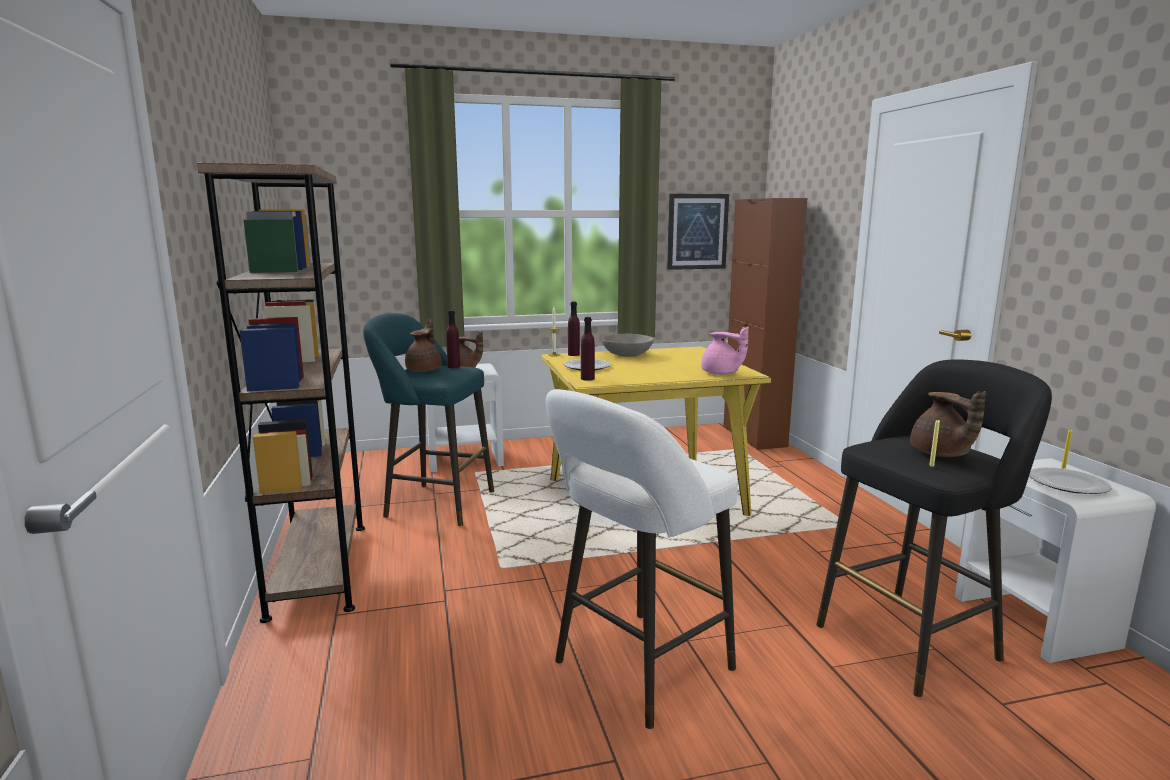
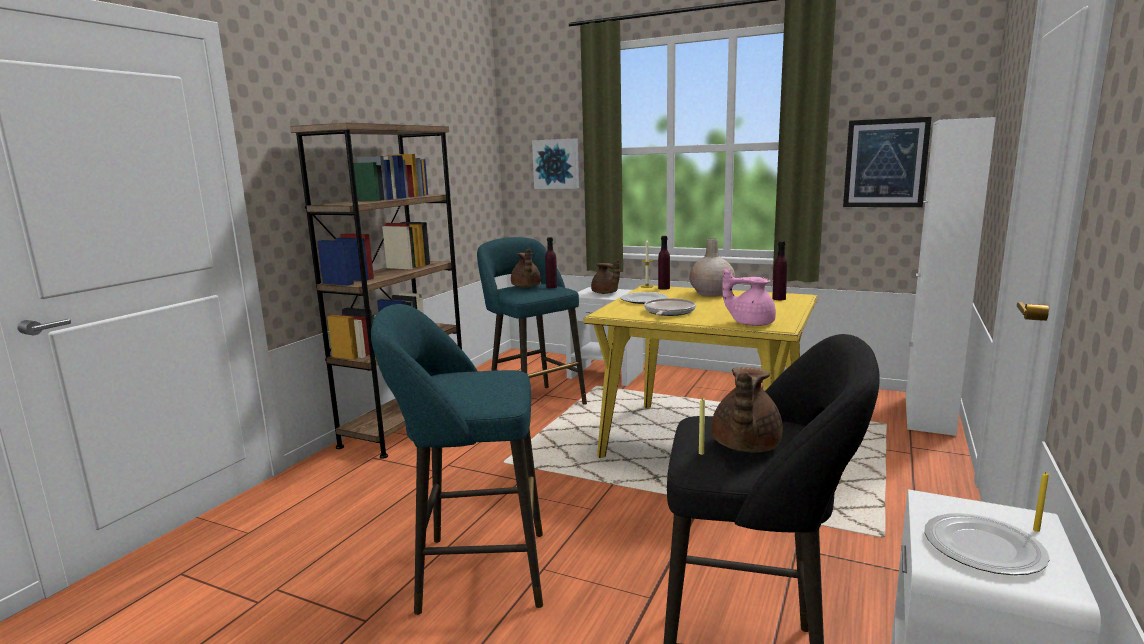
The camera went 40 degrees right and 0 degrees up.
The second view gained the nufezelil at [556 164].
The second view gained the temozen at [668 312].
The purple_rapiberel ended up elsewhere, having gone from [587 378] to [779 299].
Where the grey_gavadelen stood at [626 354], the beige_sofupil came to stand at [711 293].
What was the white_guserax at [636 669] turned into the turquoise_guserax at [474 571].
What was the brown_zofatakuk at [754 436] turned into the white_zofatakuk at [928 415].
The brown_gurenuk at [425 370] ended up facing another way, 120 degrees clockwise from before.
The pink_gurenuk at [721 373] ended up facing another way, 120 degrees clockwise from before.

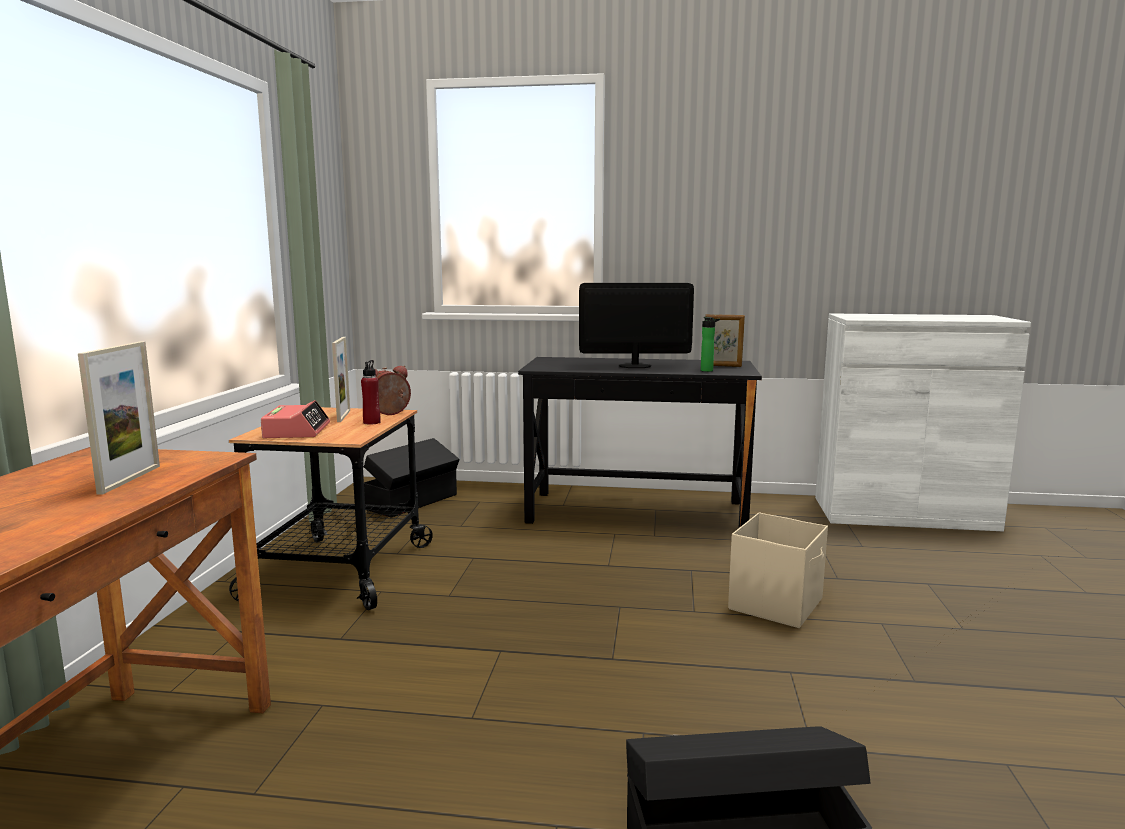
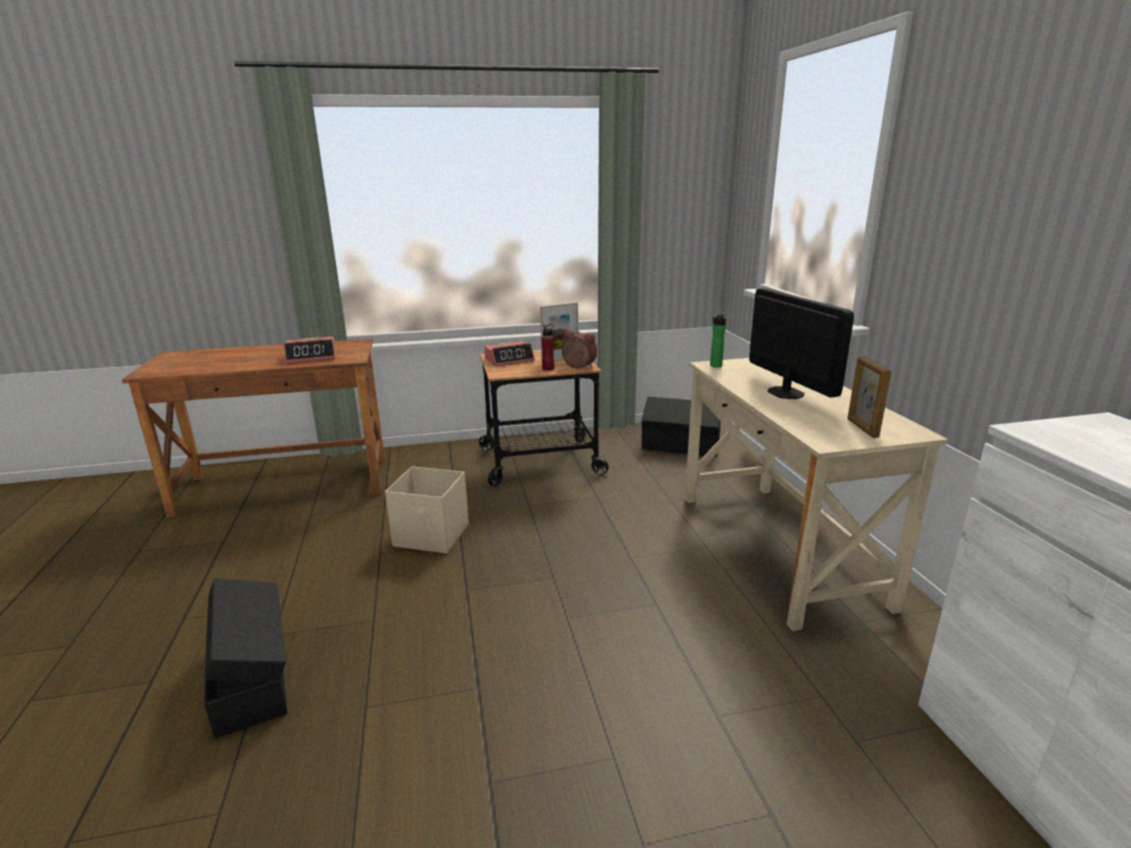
The camera went 70 degrees right and 10 degrees up.
The rapiberel ended up elsewhere, having gone from [708 371] to [715 366].
The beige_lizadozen ended up elsewhere, having gone from [776 604] to [432 536].
Where the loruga stood at [130 479], the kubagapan came to stand at [312 357].
What was the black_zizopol at [636 512] turned into the beige_zizopol at [778 548].

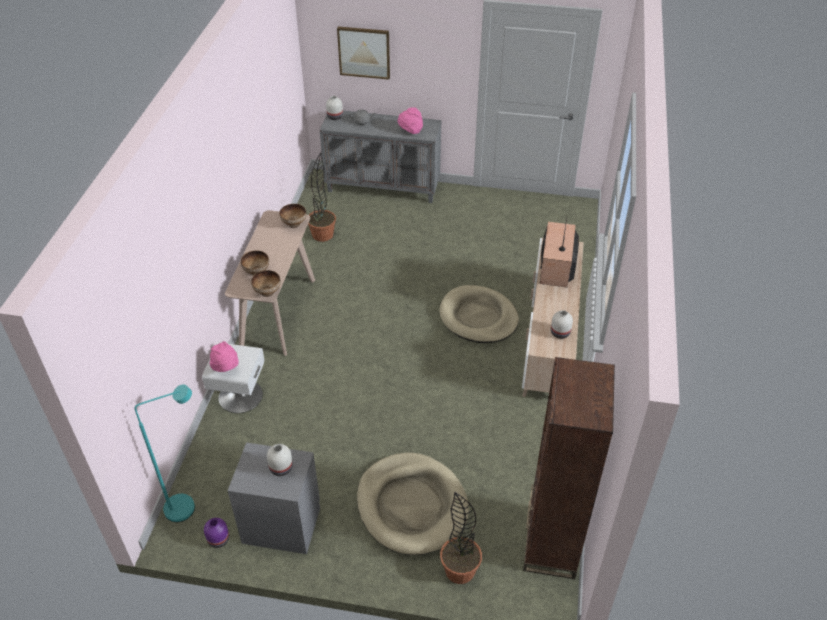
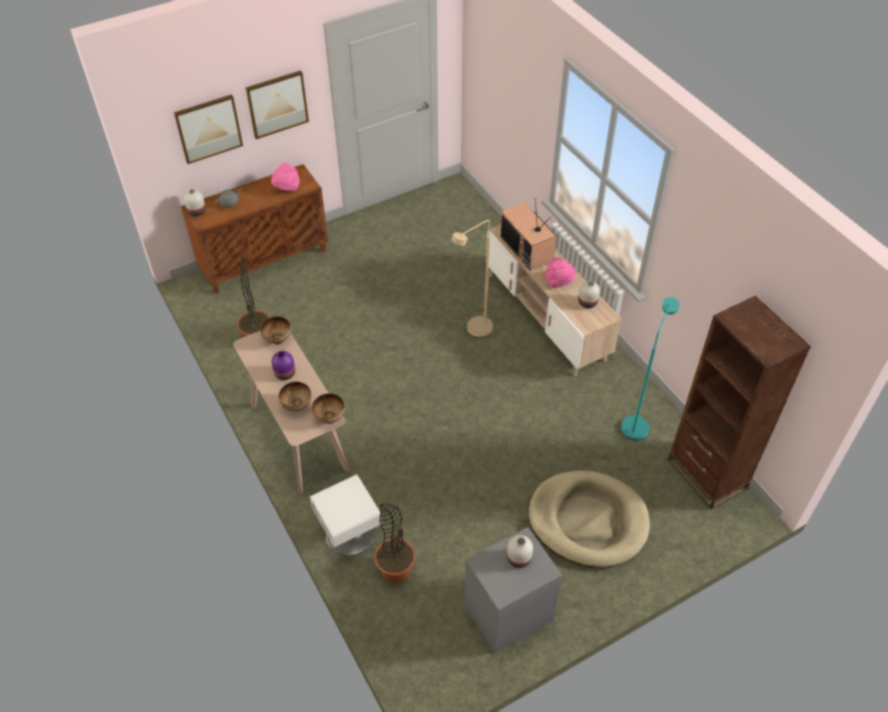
The camera went 40 degrees left and 5 degrees up.
The second view gained the nufezelil at [277 104].
The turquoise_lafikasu ended up elsewhere, having gone from [188 506] to [637 423].
The purple_sofupil ended up elsewhere, having gone from [218 539] to [284 373].
The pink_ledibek ended up elsewhere, having gone from [226 368] to [558 282].
The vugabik ended up elsewhere, having gone from [460 570] to [396 570].
Where the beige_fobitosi stood at [478 317], the beige_lafikasu came to stand at [474 332].
What was the grey_zofatakuk at [383 187] turned into the brown_zofatakuk at [265 260].

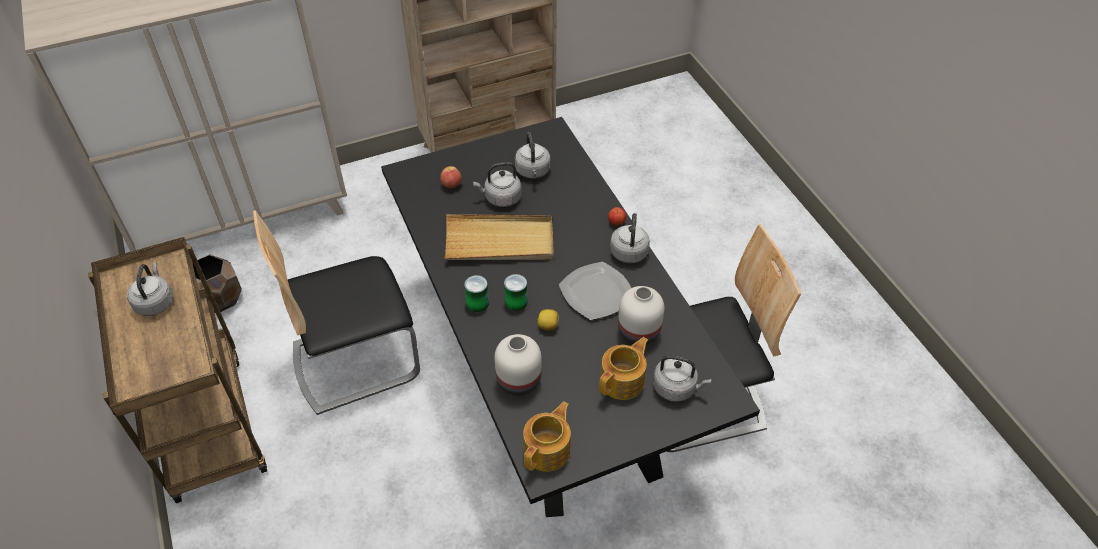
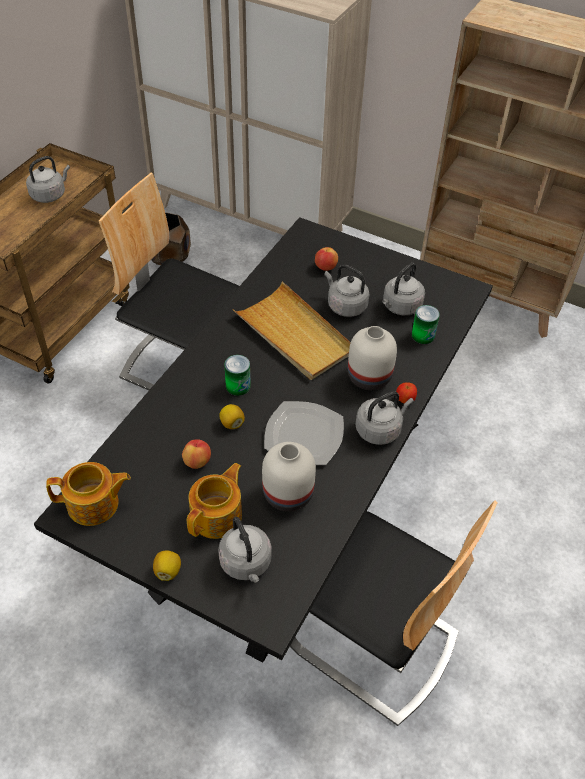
The camera went 50 degrees right and 0 degrees up.
The second view gained the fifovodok at [168 571].
The second view gained the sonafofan at [197 461].
The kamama ended up elsewhere, having gone from [477 303] to [423 335].
The white_sofupil ended up elsewhere, having gone from [518 379] to [369 376].
The gurenuk at [623 381] ended up facing another way, 60 degrees counterclockwise from before.

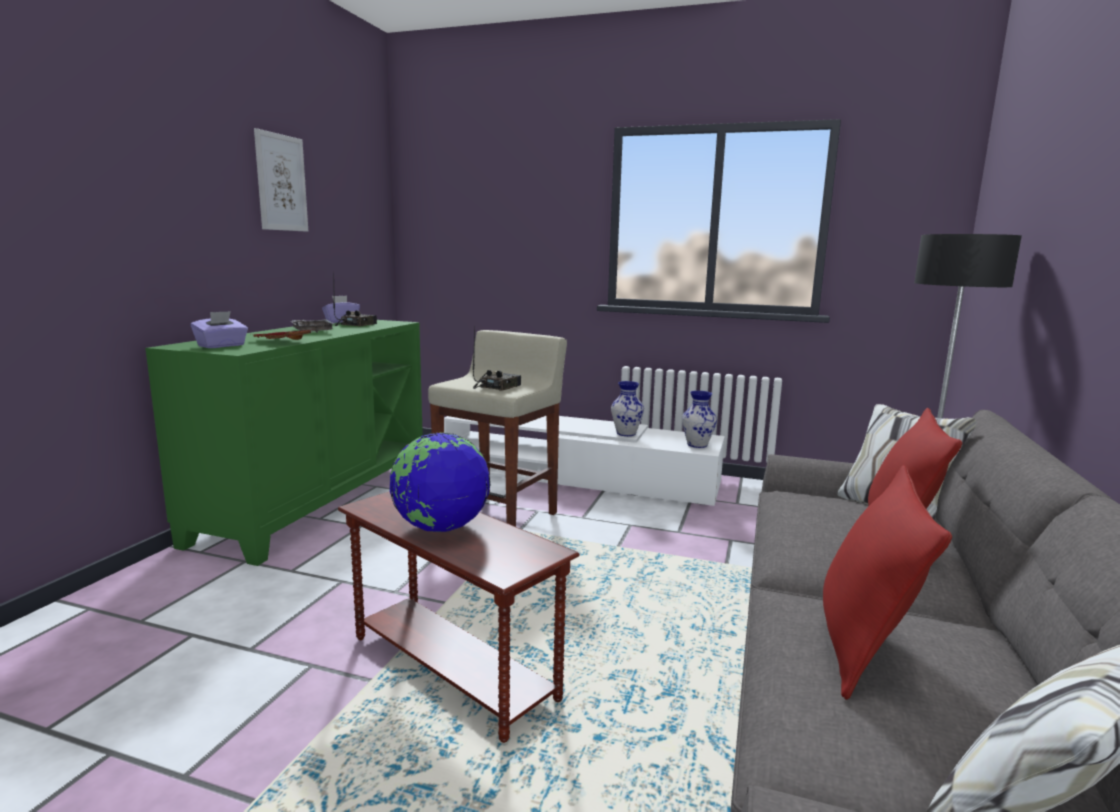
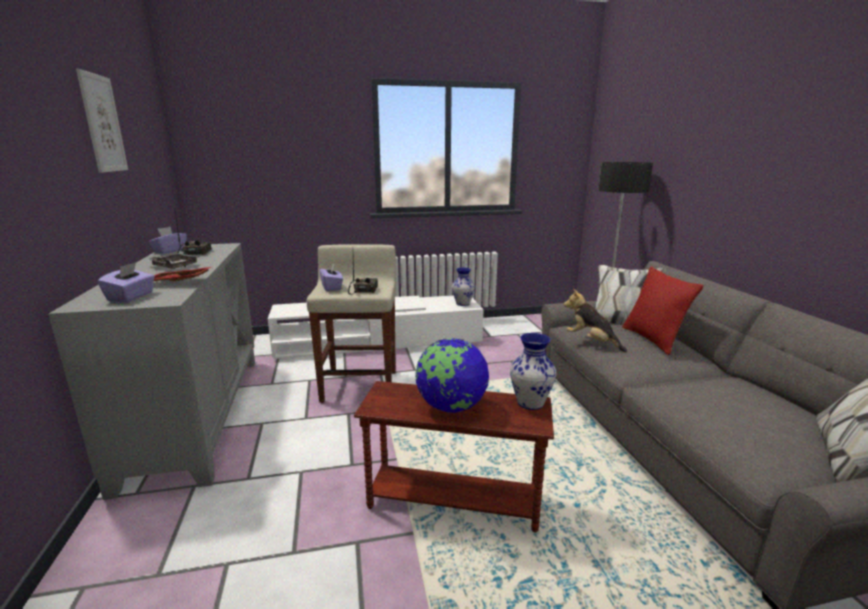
The camera went 30 degrees left and 5 degrees up.
The second view lost the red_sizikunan at [861 647].
The second view gained the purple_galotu at [332 287].
The second view gained the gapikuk at [591 342].
The sofupil ended up elsewhere, having gone from [625 433] to [529 403].
What was the green_zofatakuk at [316 502] turned into the grey_zofatakuk at [196 414].

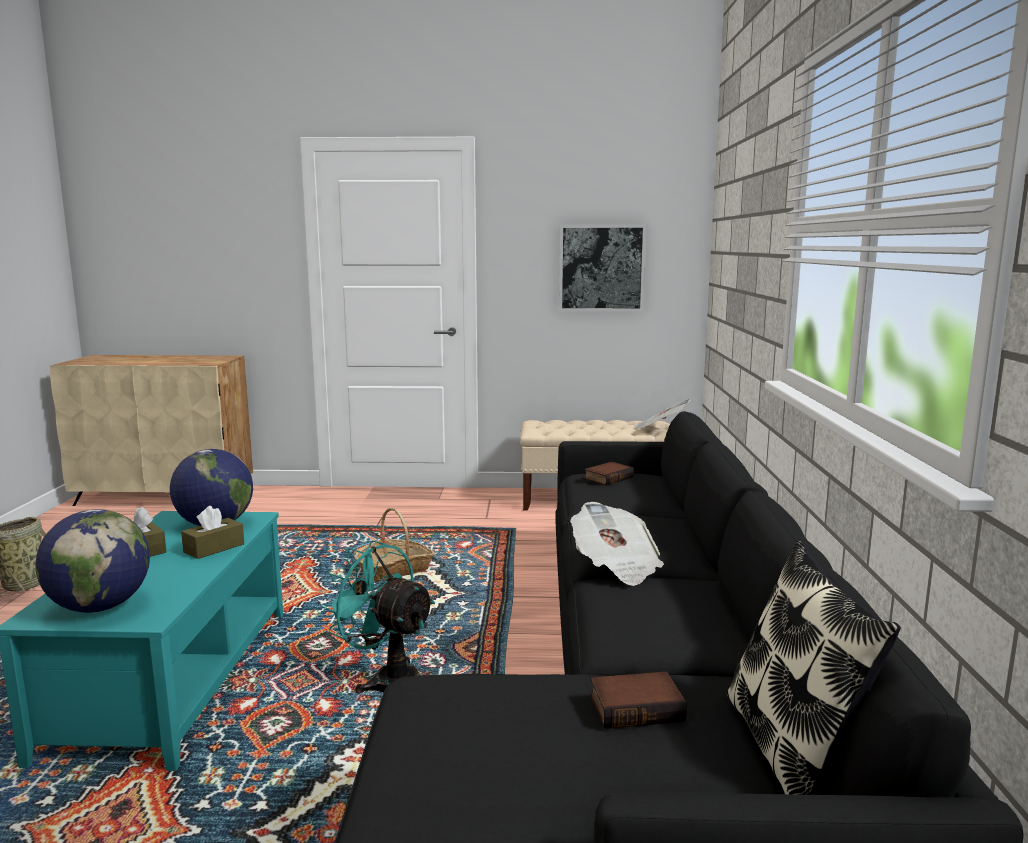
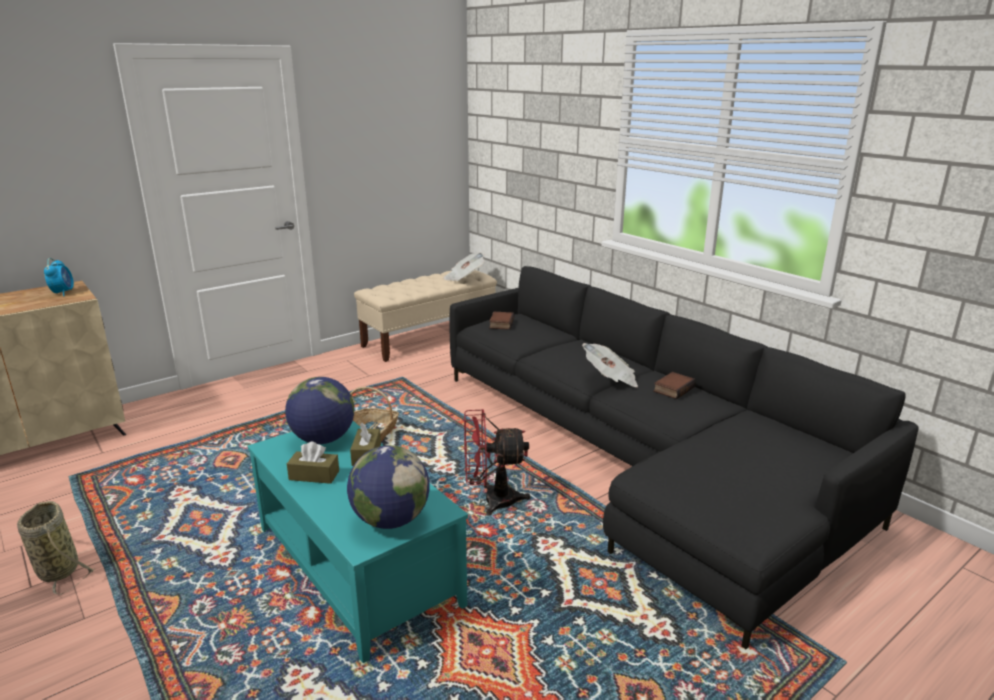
The camera went 40 degrees left and 10 degrees up.
The second view lost the nufezelil at [601 268].
The second view lost the sizikunan at [792 750].
The second view gained the kubagapan at [63 293].
The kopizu ended up elsewhere, having gone from [637 707] to [673 388].
What was the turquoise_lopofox at [387 680] turned into the red_lopofox at [491 500].

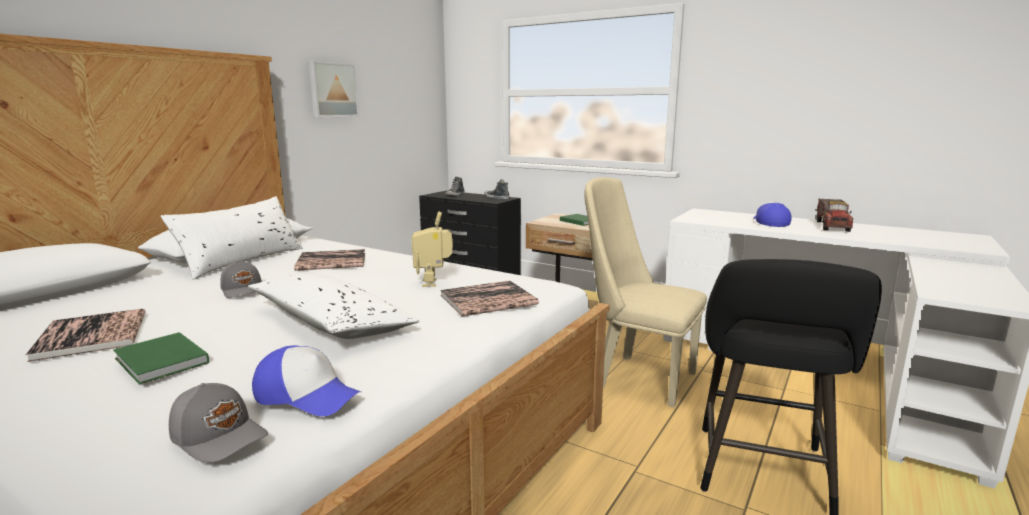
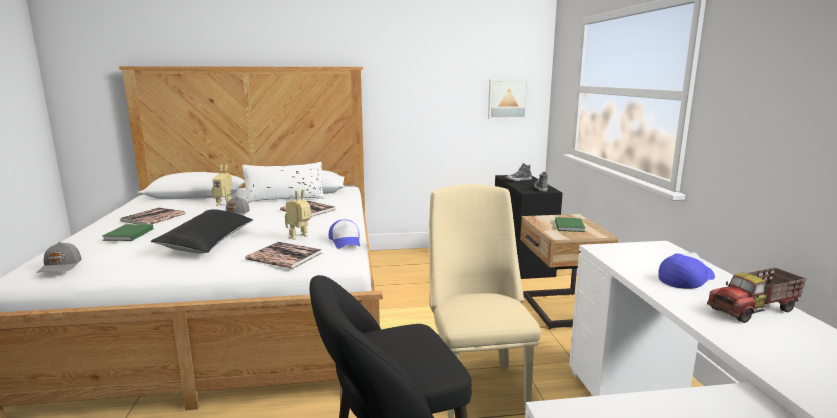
The camera went 50 degrees right and 0 degrees up.
The second view gained the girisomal at [225 204].
The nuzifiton ended up elsewhere, having gone from [307 395] to [346 241].
The nufezelil ended up elsewhere, having gone from [332 90] to [507 99].
What was the white_sizikunan at [331 323] turned into the black_sizikunan at [208 242].

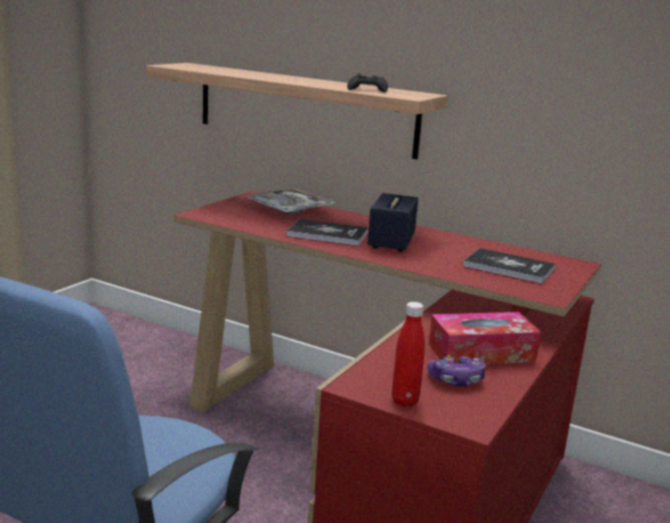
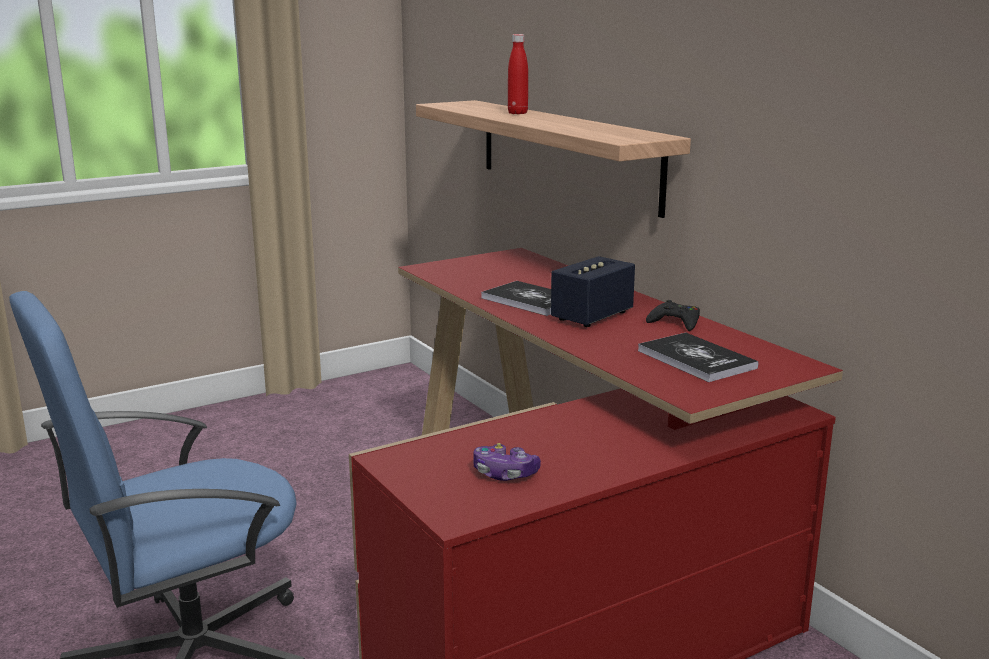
The camera went 30 degrees right and 0 degrees up.
The second view lost the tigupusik at [289 209].
The second view lost the galotu at [481 353].
The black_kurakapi ended up elsewhere, having gone from [367 89] to [675 322].
The red_rapiberel ended up elsewhere, having gone from [404 401] to [517 113].

